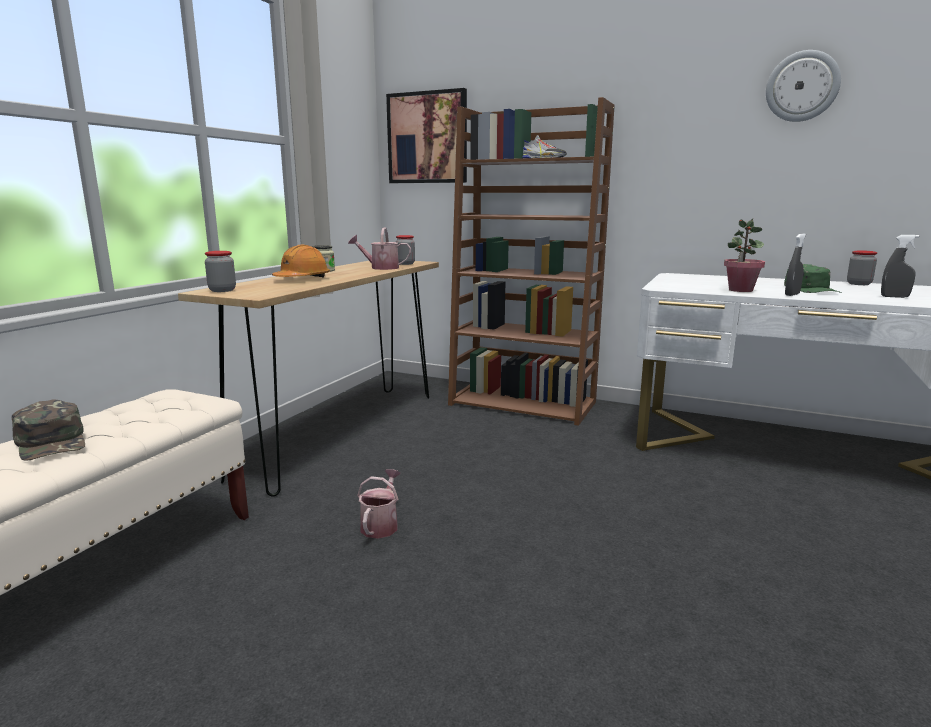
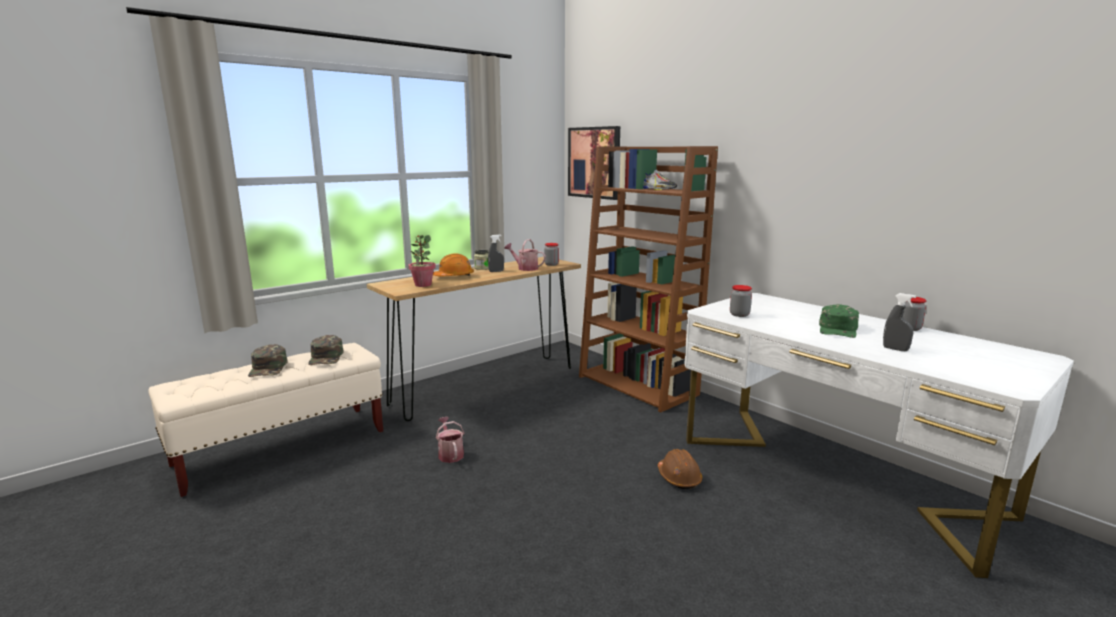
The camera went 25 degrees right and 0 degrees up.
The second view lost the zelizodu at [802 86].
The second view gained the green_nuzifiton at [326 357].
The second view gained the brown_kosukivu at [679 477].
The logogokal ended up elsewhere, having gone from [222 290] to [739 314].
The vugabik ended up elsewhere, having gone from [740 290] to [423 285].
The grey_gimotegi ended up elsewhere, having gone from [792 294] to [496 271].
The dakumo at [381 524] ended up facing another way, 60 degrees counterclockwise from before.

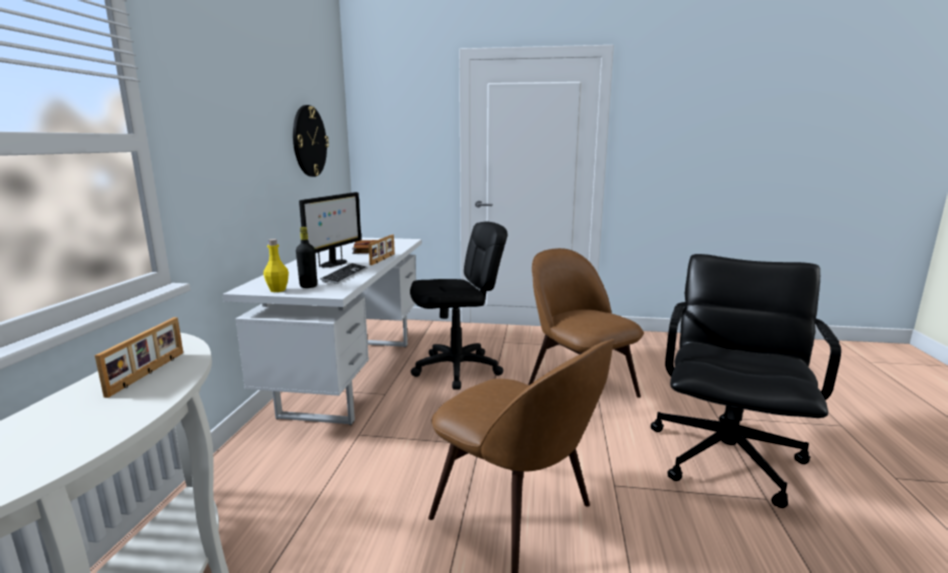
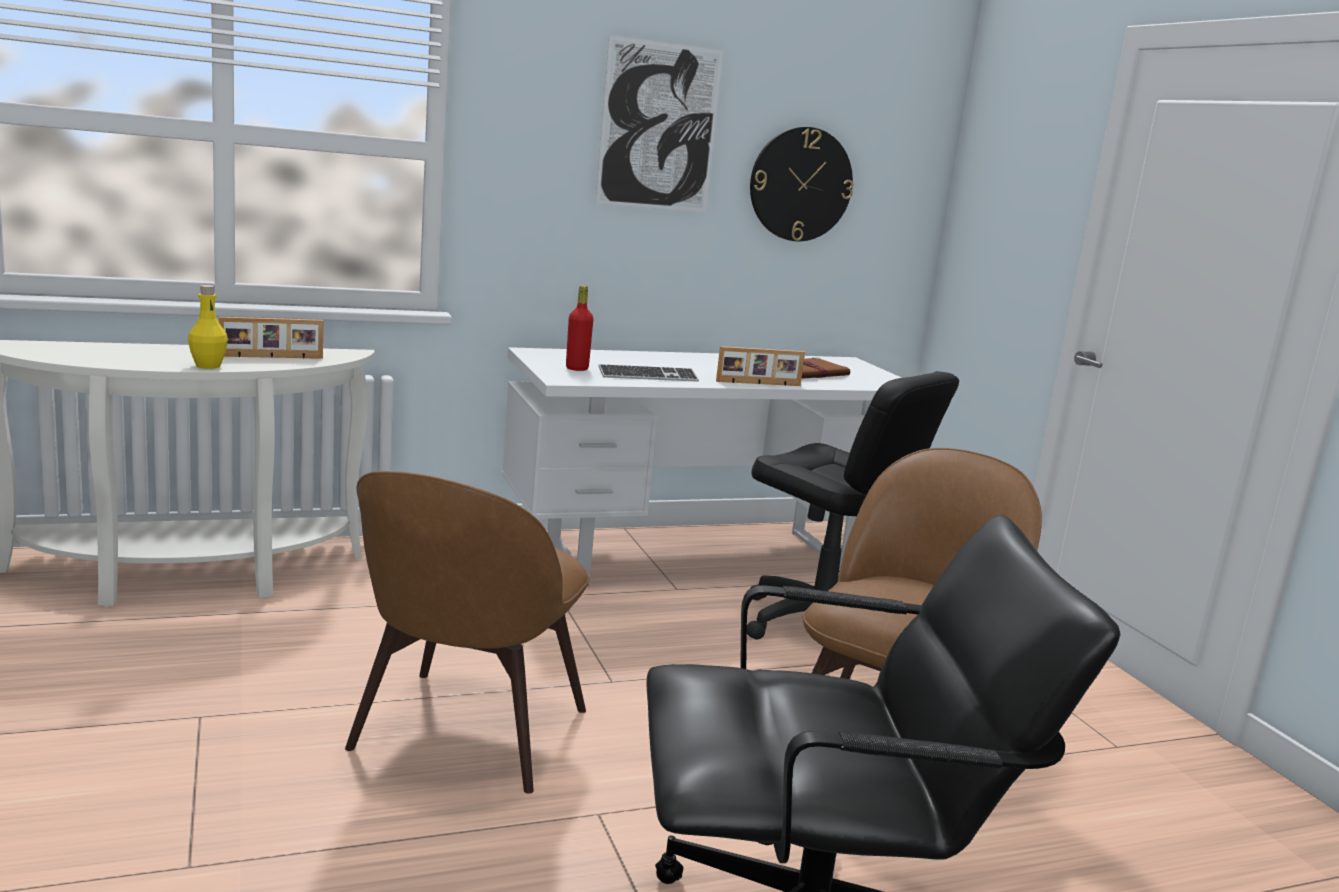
The camera went 60 degrees right and 0 degrees up.
The second view lost the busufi at [333 264].
The second view gained the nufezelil at [659 127].
The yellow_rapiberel ended up elsewhere, having gone from [277 290] to [208 366].
What was the black_rapiberel at [308 286] turned into the red_rapiberel at [577 368].

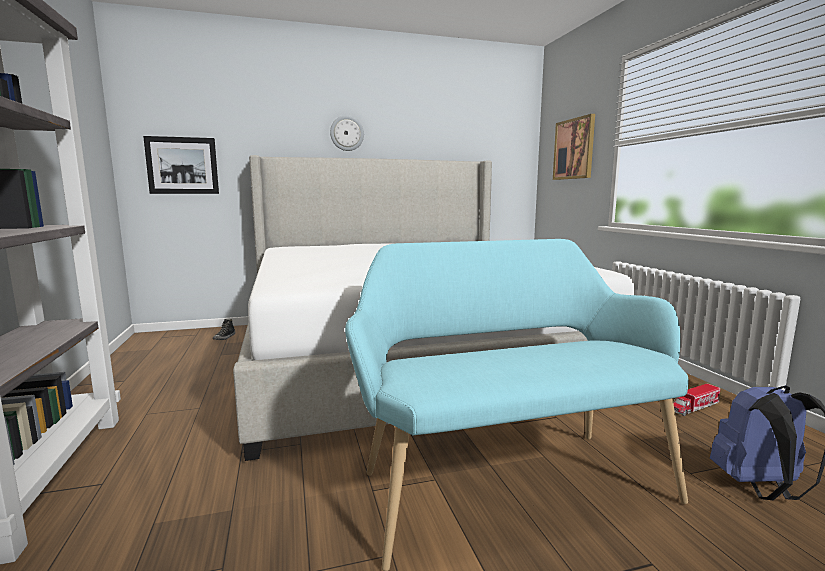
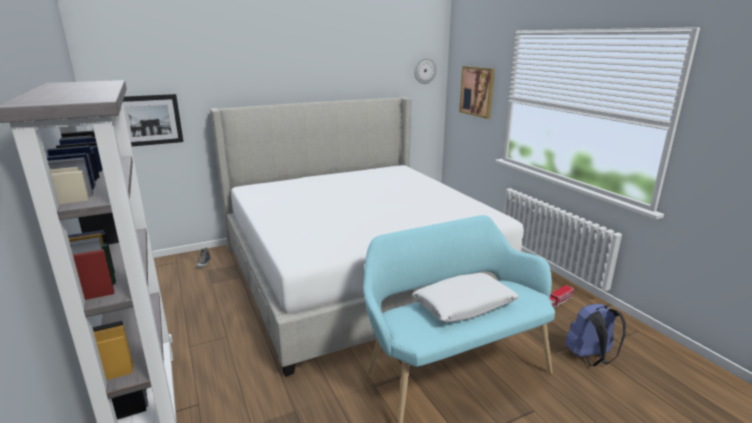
The camera went 10 degrees left and 10 degrees up.
The second view gained the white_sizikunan at [464 306].
The zelizodu ended up elsewhere, having gone from [347 133] to [424 70].

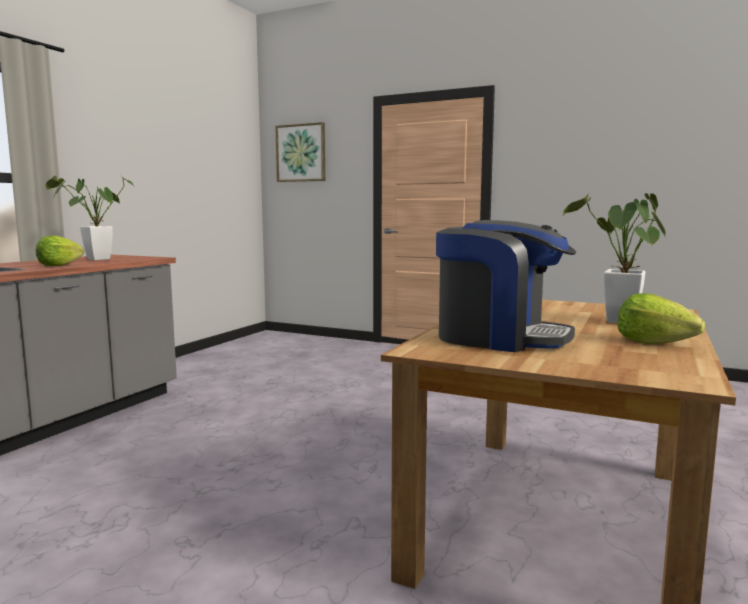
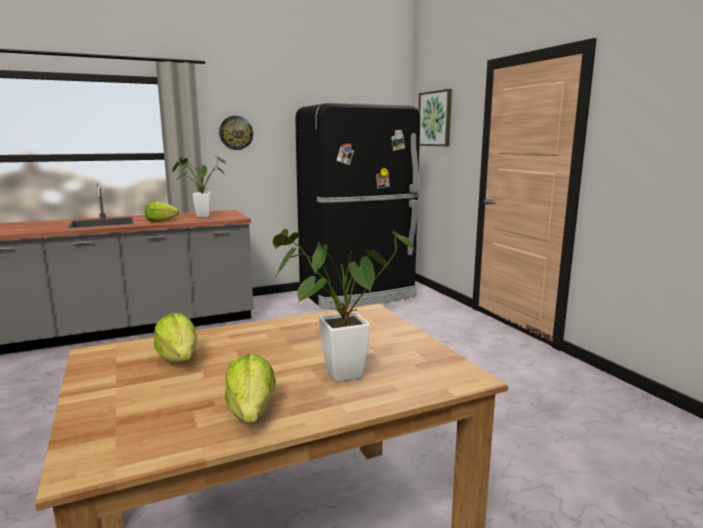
The camera went 40 degrees right and 5 degrees up.
The second view gained the zelizodu at [236 133].
The second view gained the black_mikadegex at [358 294].
Where the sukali stood at [499 338], the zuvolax came to stand at [179 359].

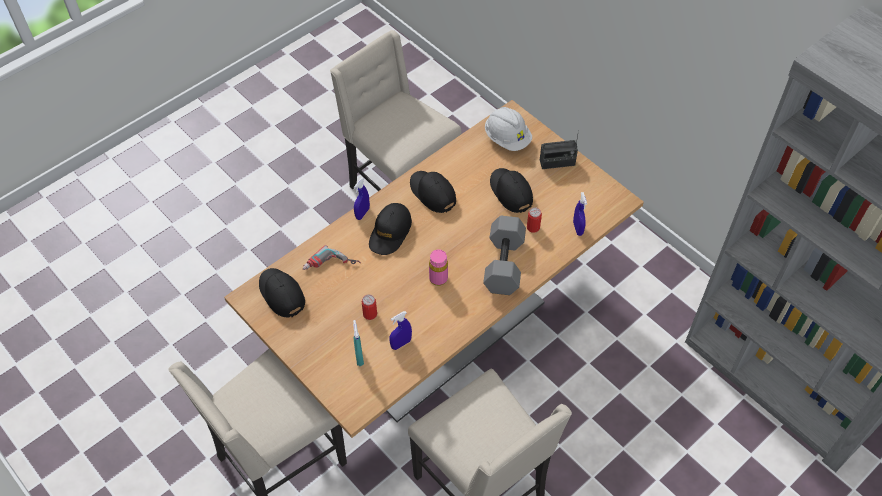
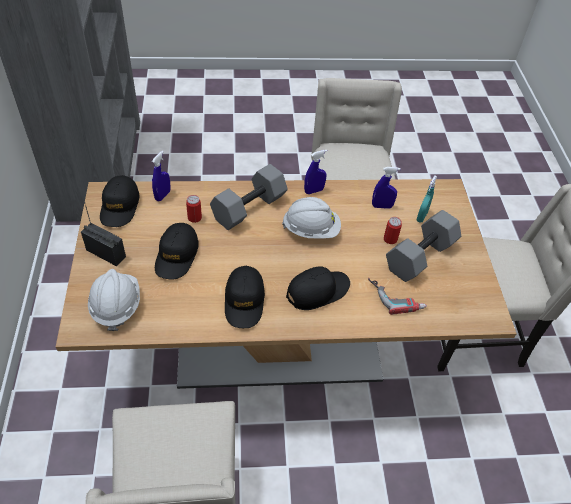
The camera went 145 degrees left and 5 degrees down.
The second view gained the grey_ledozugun at [420 257].
The black_nuzifiton ended up elsewhere, having gone from [281 294] to [120 206].
The blue_gimotegi ended up elsewhere, having gone from [362 213] to [314 191].
Where the pink_rapiberel stood at [438 278], the white_kosukivu came to stand at [311 230].

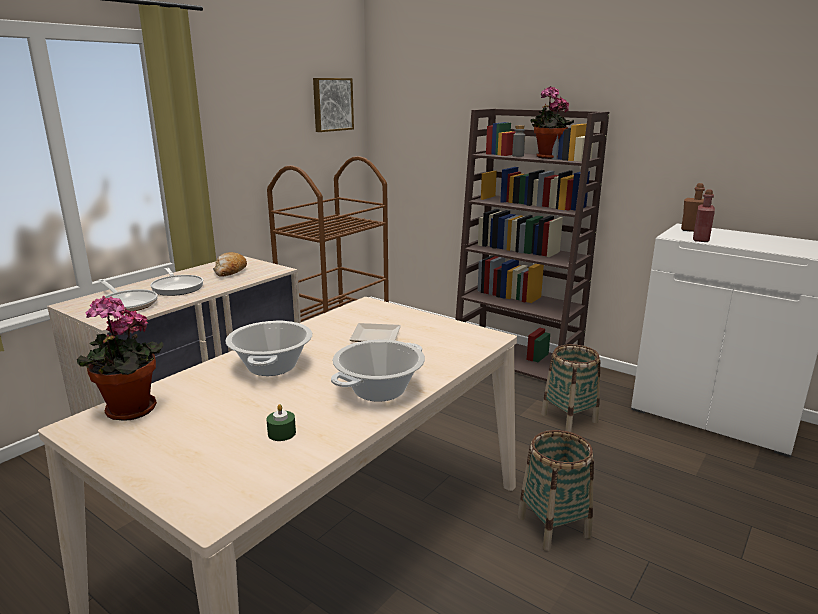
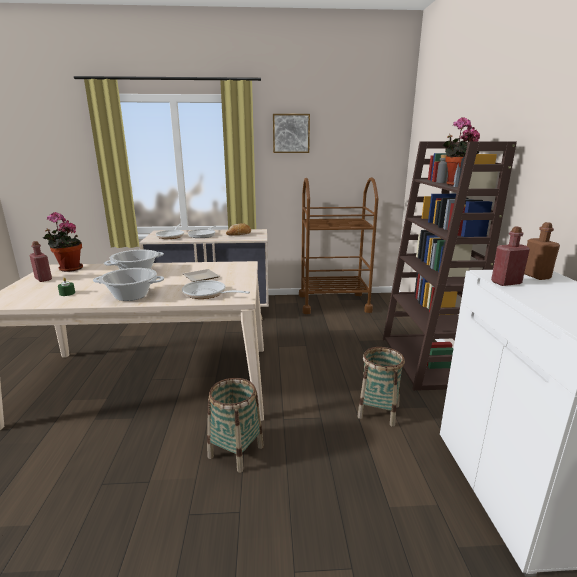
The camera went 50 degrees right and 0 degrees up.
The second view gained the red_rapiberel at [43 279].
The second view gained the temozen at [207 294].
The nufezelil ended up elsewhere, having gone from [332 104] to [291 133].

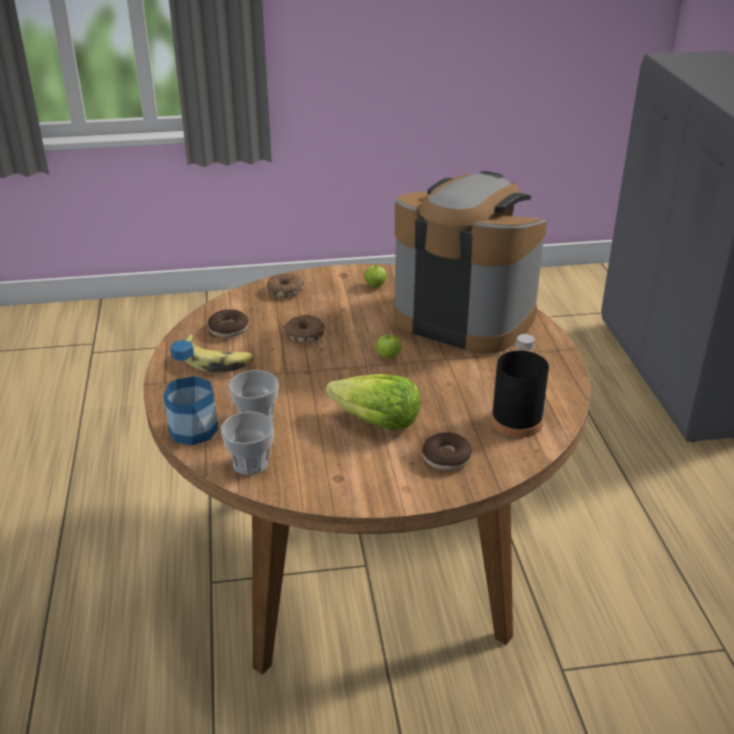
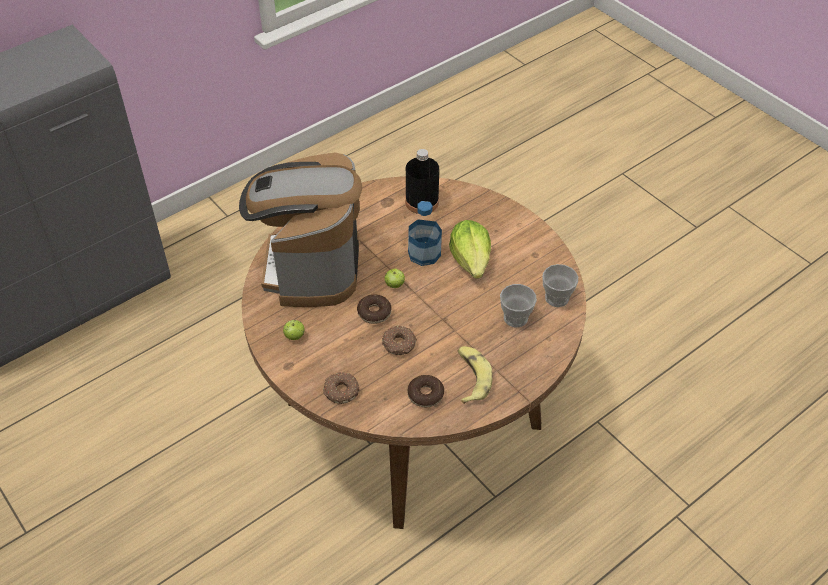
The camera went 120 degrees left and 15 degrees up.
The rapiberel ended up elsewhere, having gone from [193 430] to [424 253].
The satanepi ended up elsewhere, having gone from [446 458] to [374 313].

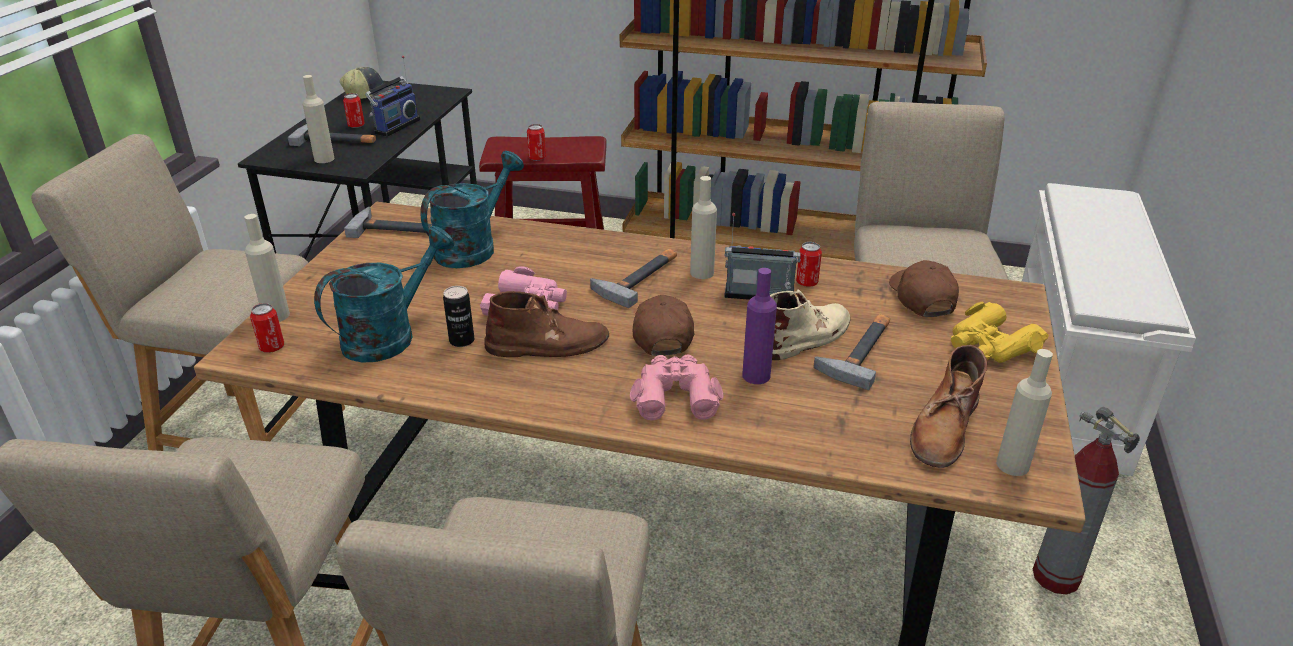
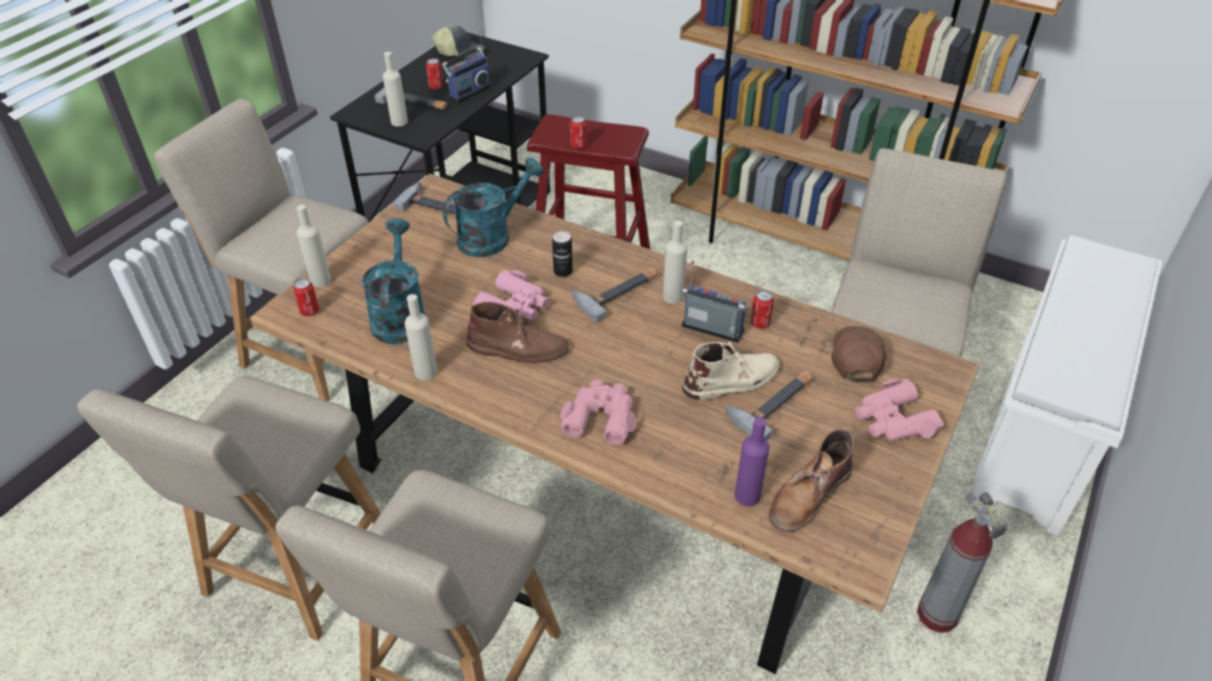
The camera went 15 degrees right and 10 degrees up.
The second view lost the brown_nuzifiton at [661 334].
The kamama ended up elsewhere, having gone from [462 341] to [563 271].
The purple_rapiberel ended up elsewhere, having gone from [756 375] to [747 496].
The beige_rapiberel ended up elsewhere, having gone from [1012 465] to [425 372].
What was the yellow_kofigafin at [990 345] turned into the pink_kofigafin at [893 420].
The turquoise_dakumo at [389 335] ended up facing another way, 60 degrees counterclockwise from before.

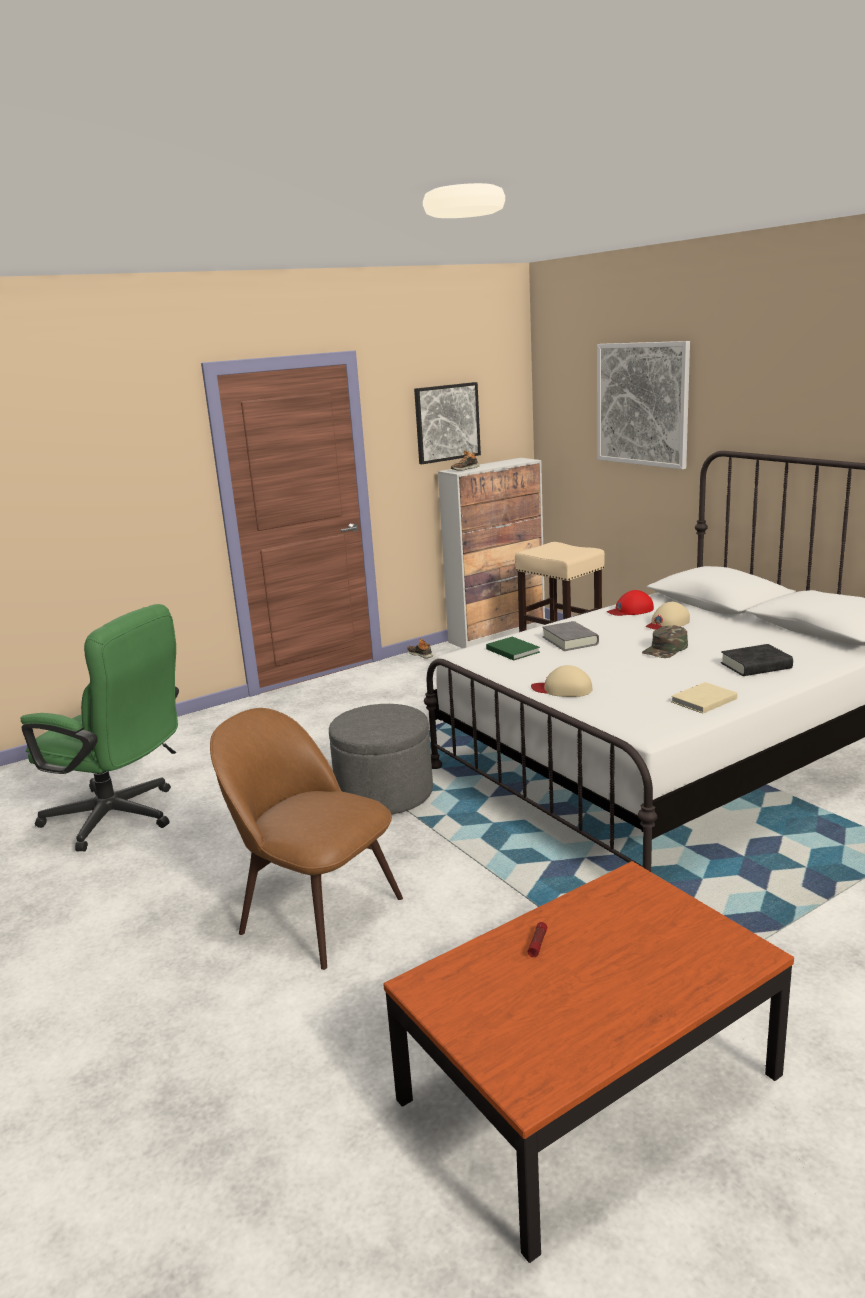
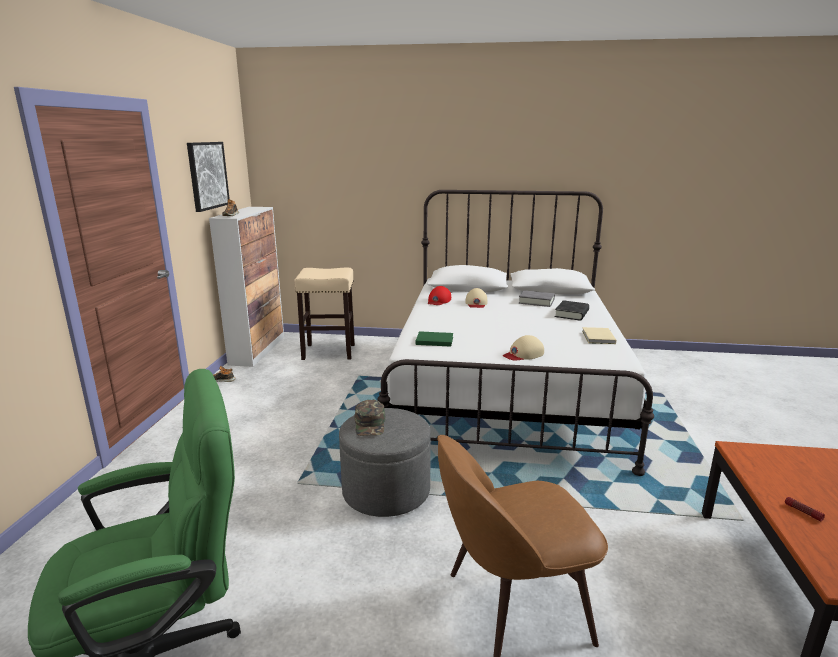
The camera went 50 degrees left and 0 degrees up.
The second view lost the nufezelil at [642 404].
The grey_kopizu ended up elsewhere, having gone from [570 641] to [536 301].
The green_nuzifiton ended up elsewhere, having gone from [665 649] to [370 424].

